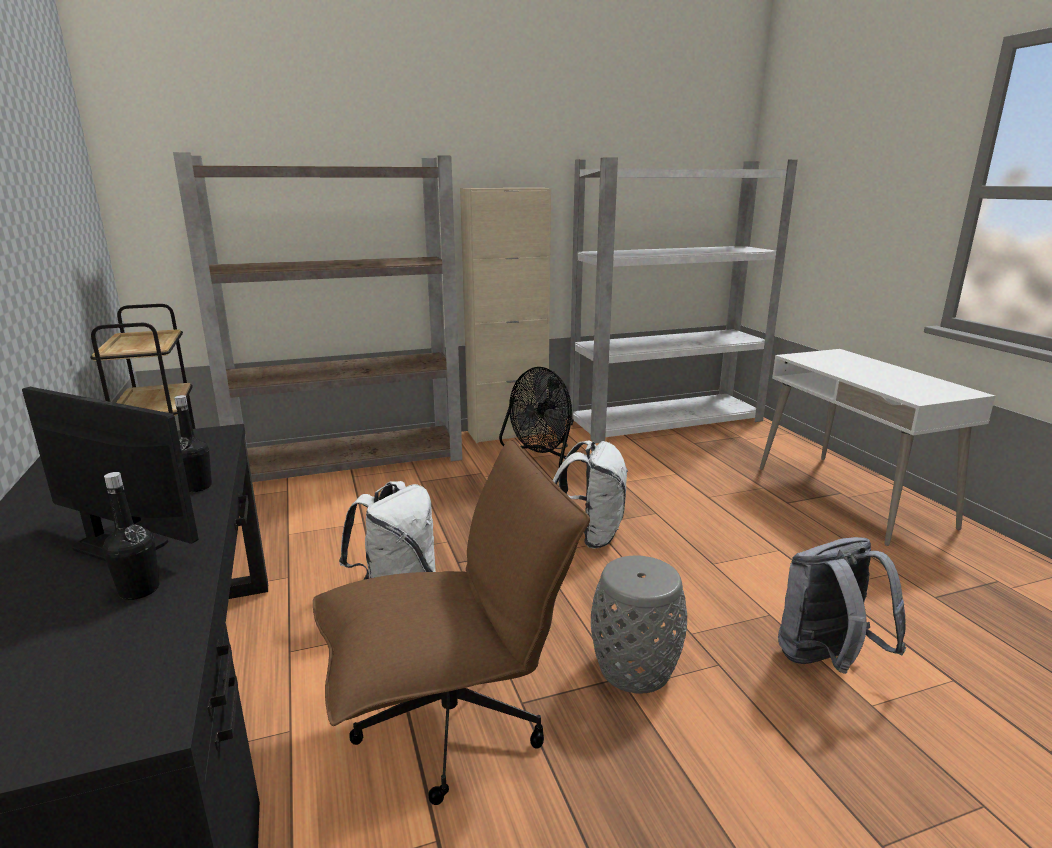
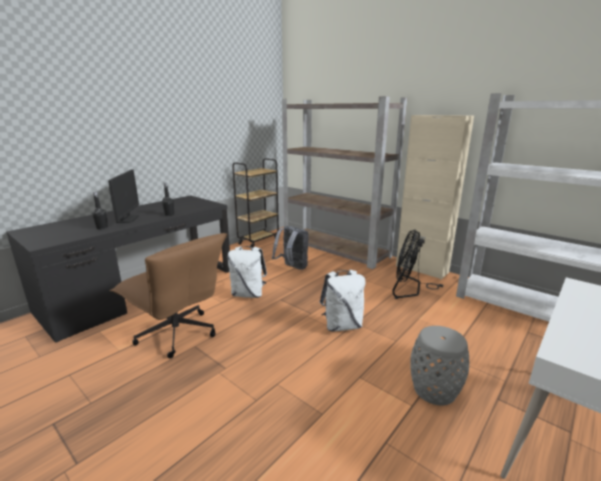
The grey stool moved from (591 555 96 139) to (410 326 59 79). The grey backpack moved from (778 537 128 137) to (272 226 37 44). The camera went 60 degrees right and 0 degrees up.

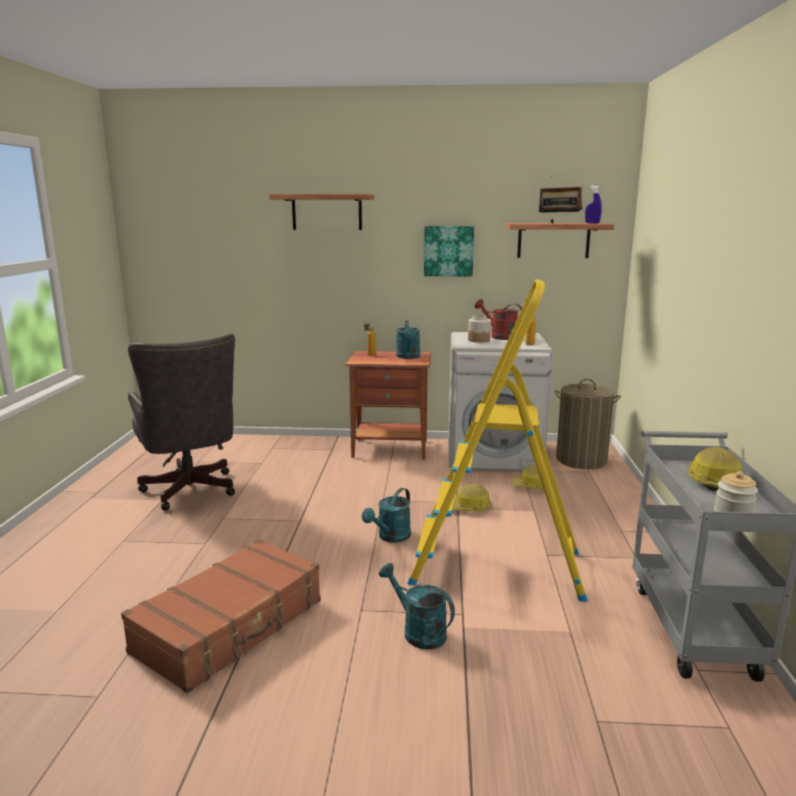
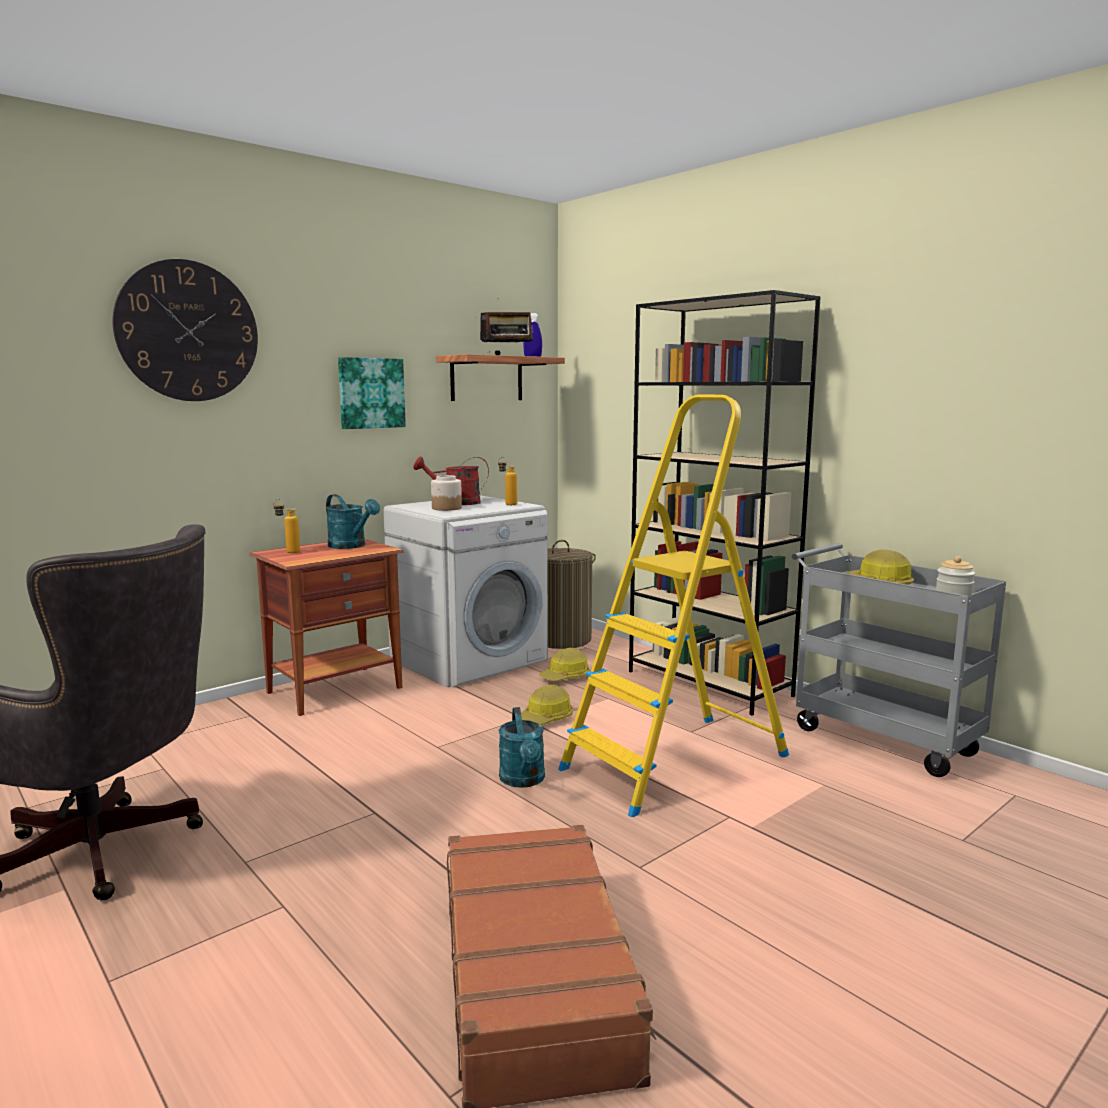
The turquoise watering can at (379 563 76 86) disappeared. The beige bookcase at (629 290 192 425) appeared. The shelf at (269 194 105 36) was replaced by the wall clock at (113 259 145 142). The camera went 45 degrees left and 5 degrees down.

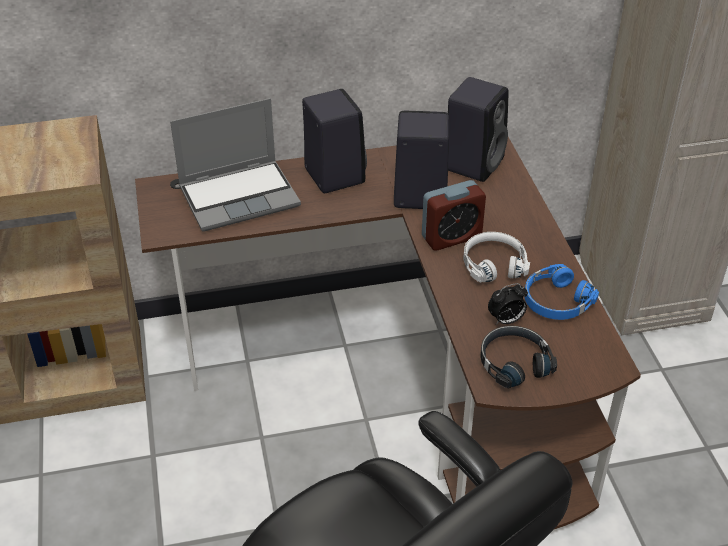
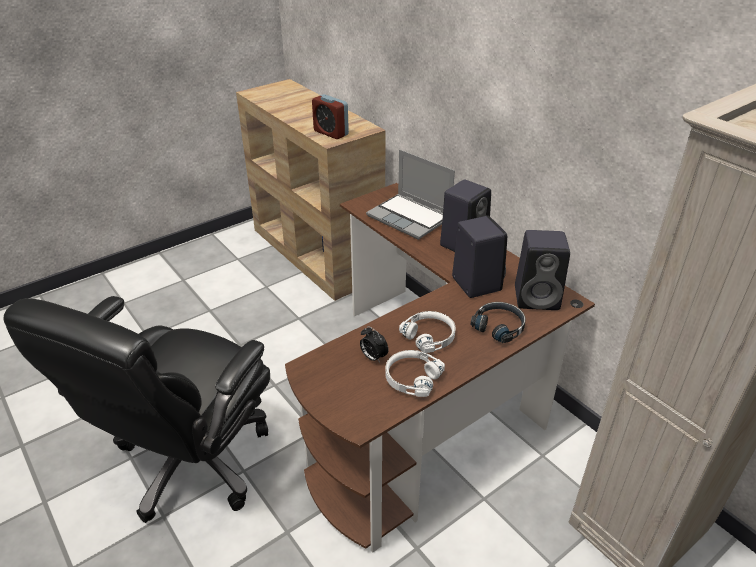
The alarm clock moved from (422 180 64 71) to (312 94 37 45). The black headphones moved from (480 326 77 63) to (470 302 56 41). The blue headphones at (525 264 74 56) became the white headphones at (385 350 60 47). The camera went 65 degrees right and 5 degrees down.

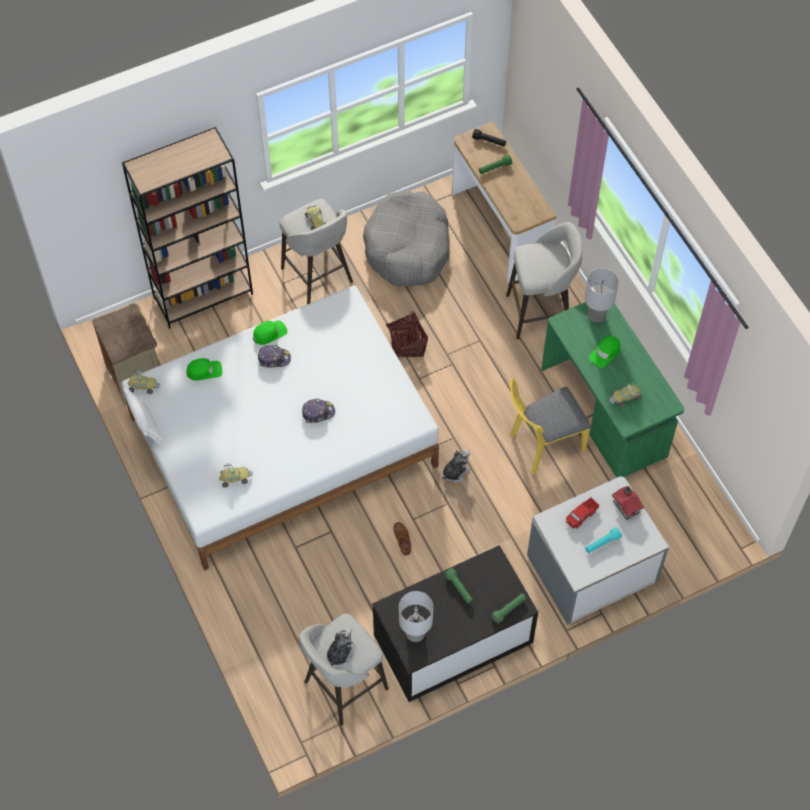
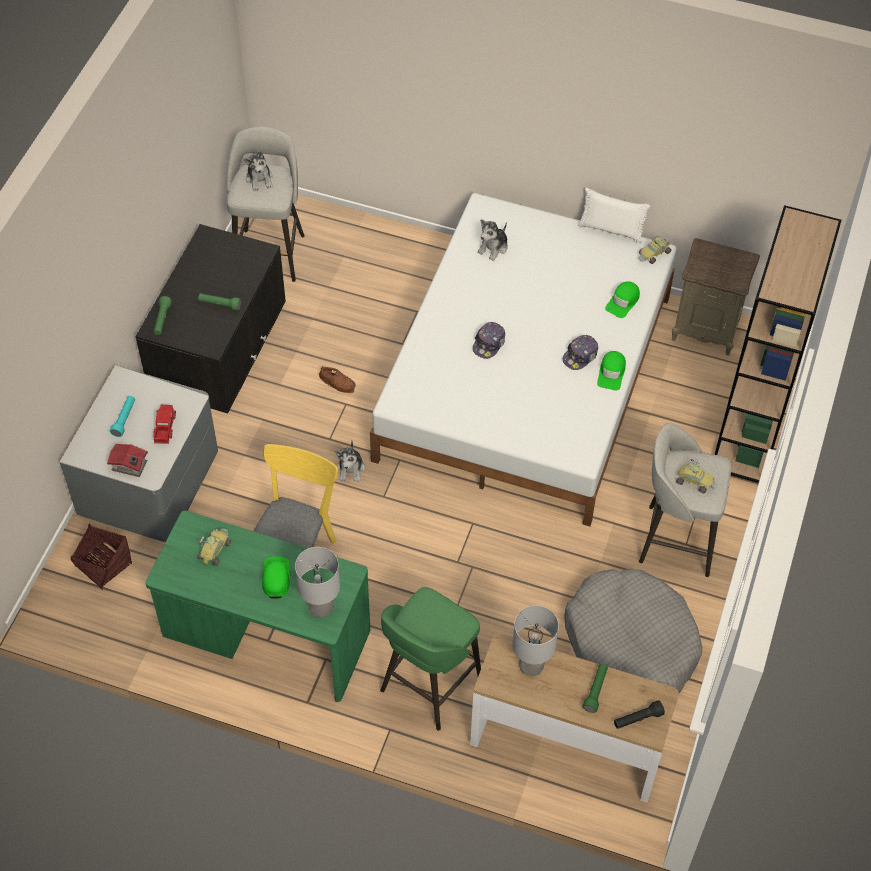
The basket moved from (386 311 42 46) to (70 524 62 66). The grey table lamp moved from (399 591 34 51) to (512 605 47 71). The toy car at (219 463 34 25) was replaced by the plush toy at (477 219 31 42). The grey stool at (506 222 76 117) became the green stool at (380 587 101 143). The camera went 135 degrees right and 5 degrees down.

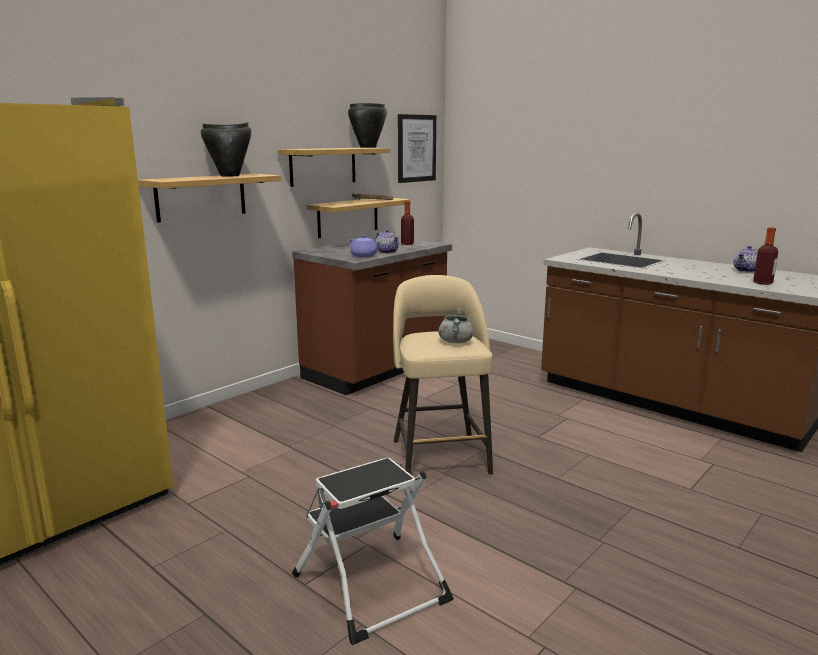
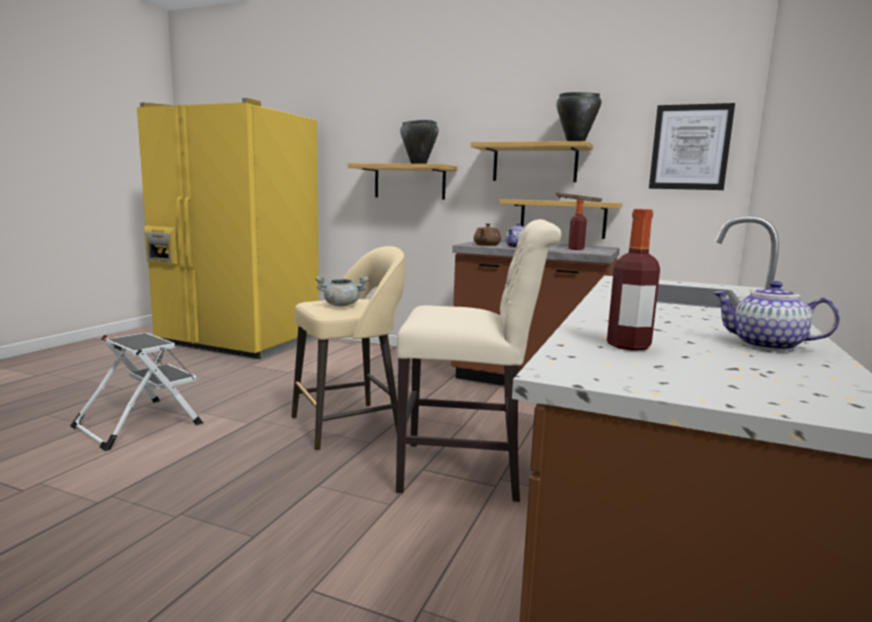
The beige stool at (396 219 165 283) appeared. The purple teapot at (349 235 32 22) became the brown teapot at (473 223 28 23). The camera went 70 degrees right and 5 degrees down.

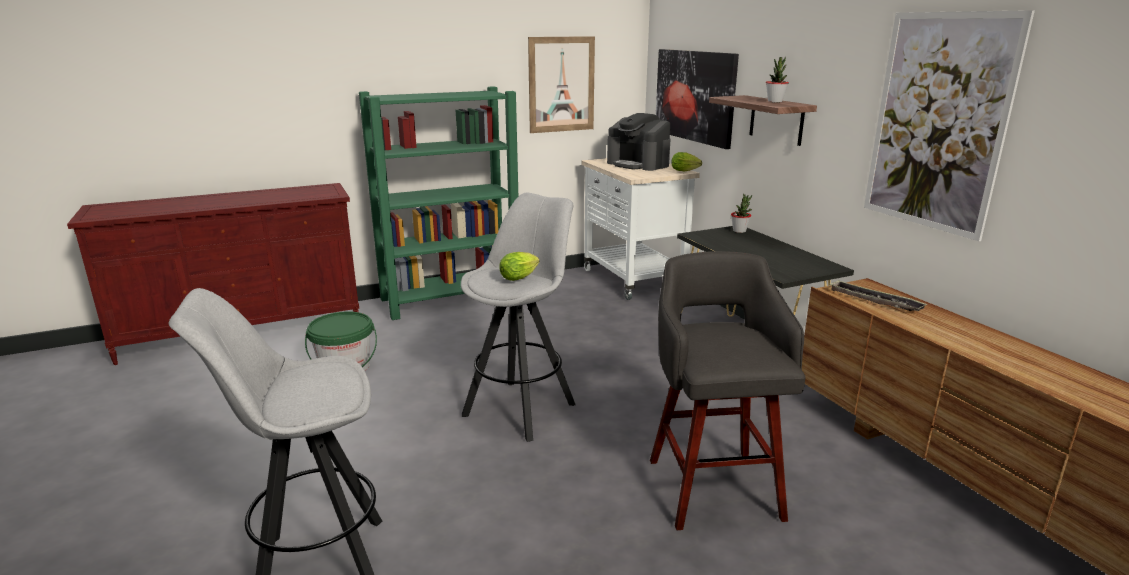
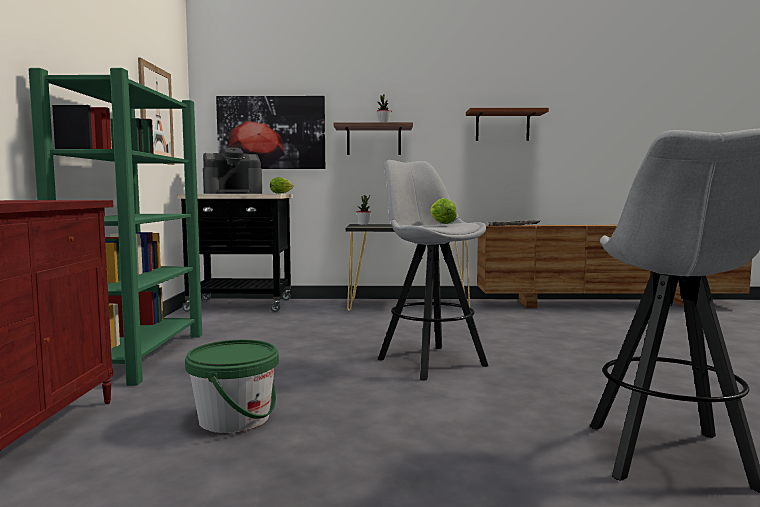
The grey stool at (650 251 156 279) disappeared. The picture at (864 10 171 231) was replaced by the brown shelf at (466 108 83 33). The white cart at (581 158 119 142) became the black cart at (177 194 116 118). The camera went 65 degrees left and 15 degrees down.

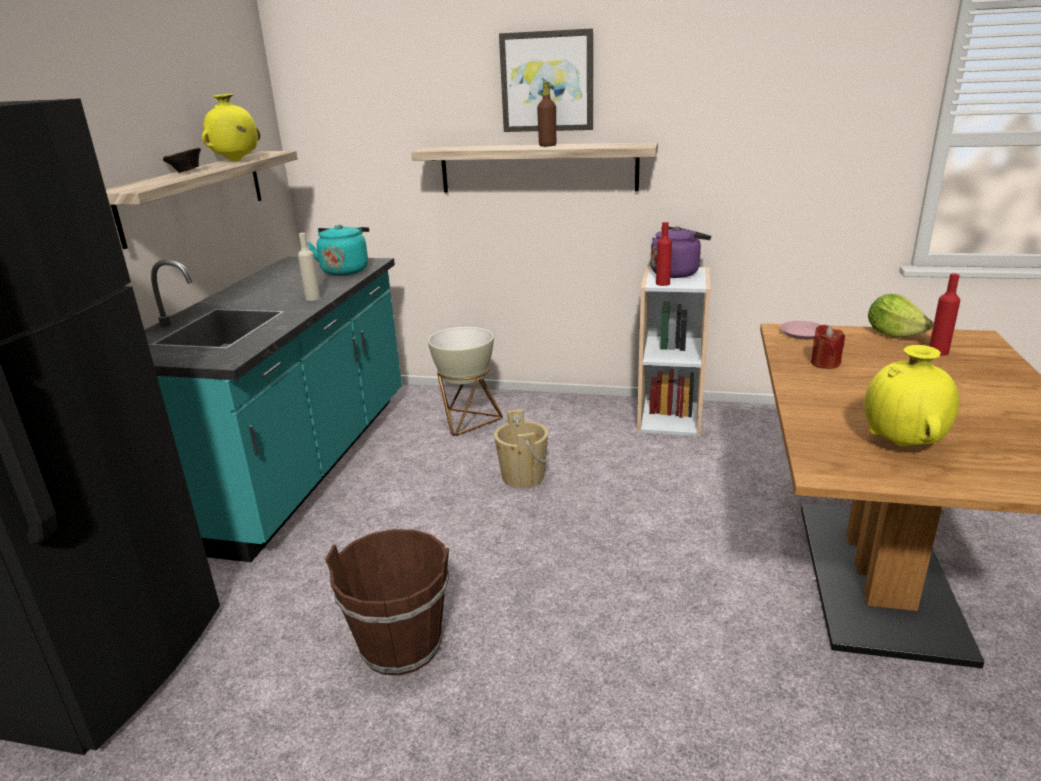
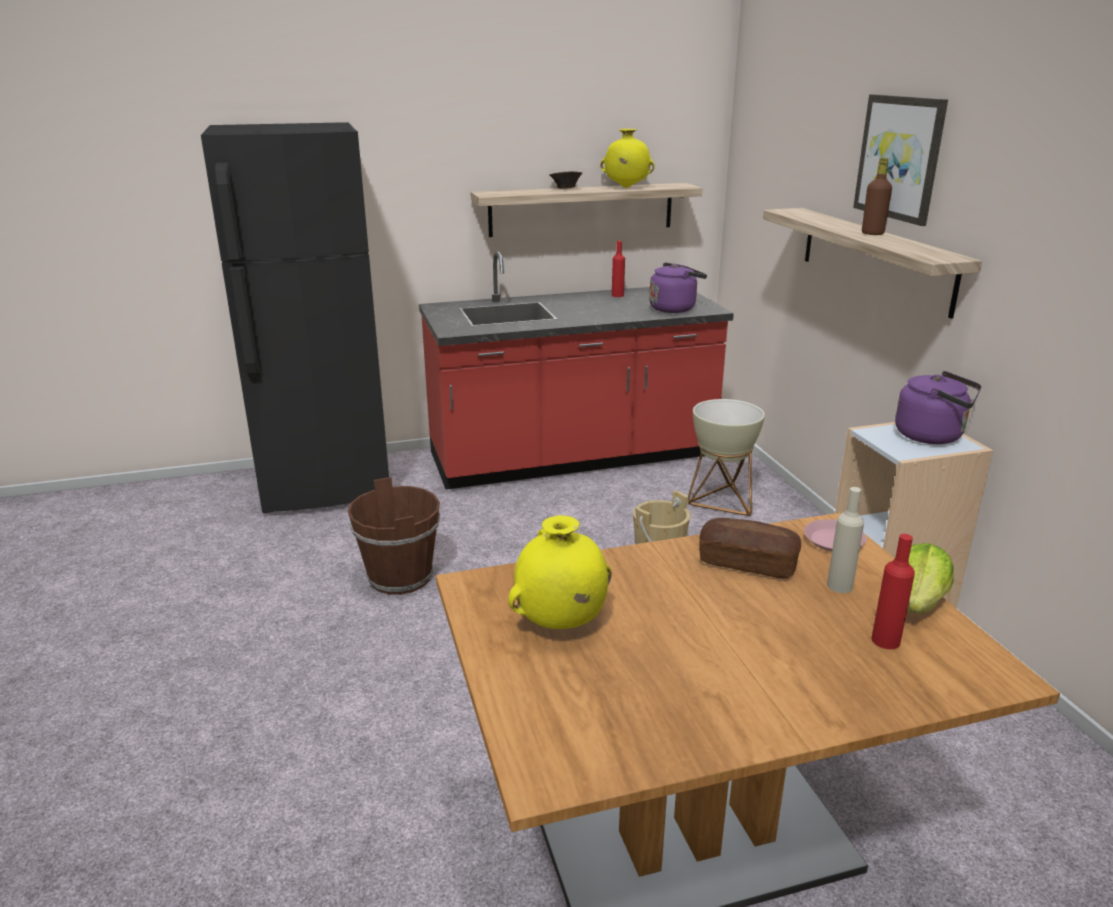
The beige bottle moved from (298 233 23 68) to (827 487 37 106). The red bottle moved from (656 222 16 64) to (612 241 13 56). The red candle at (811 325 34 44) was replaced by the bread at (699 518 102 60). The turquoise counter at (144 257 258 305) became the red counter at (419 251 315 238). The turquoise kettle at (307 224 62 51) became the purple kettle at (649 262 58 51). The camera went 60 degrees right and 0 degrees up.

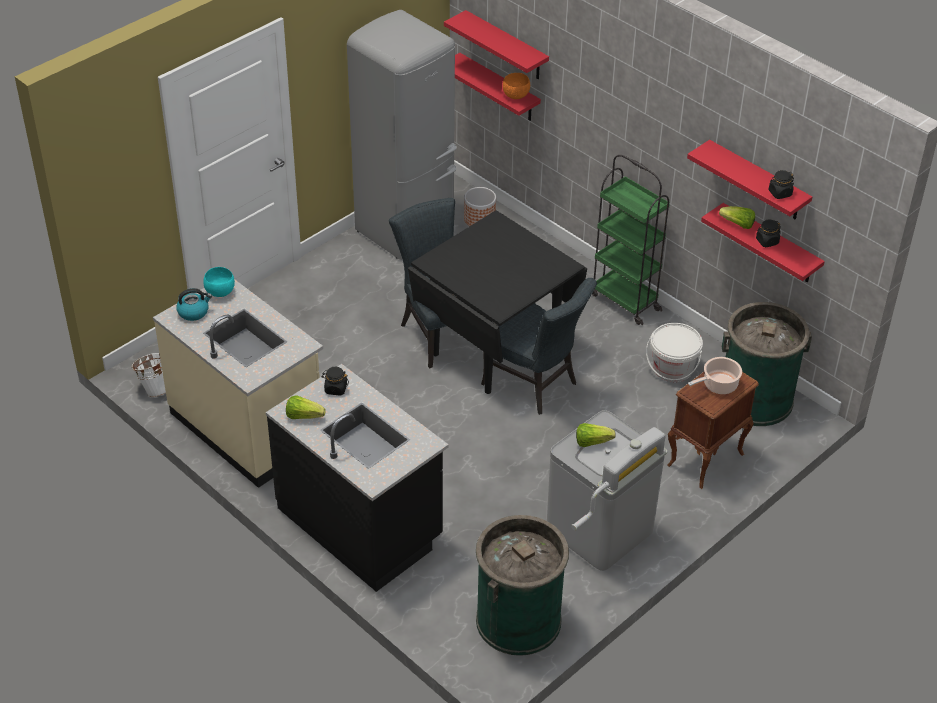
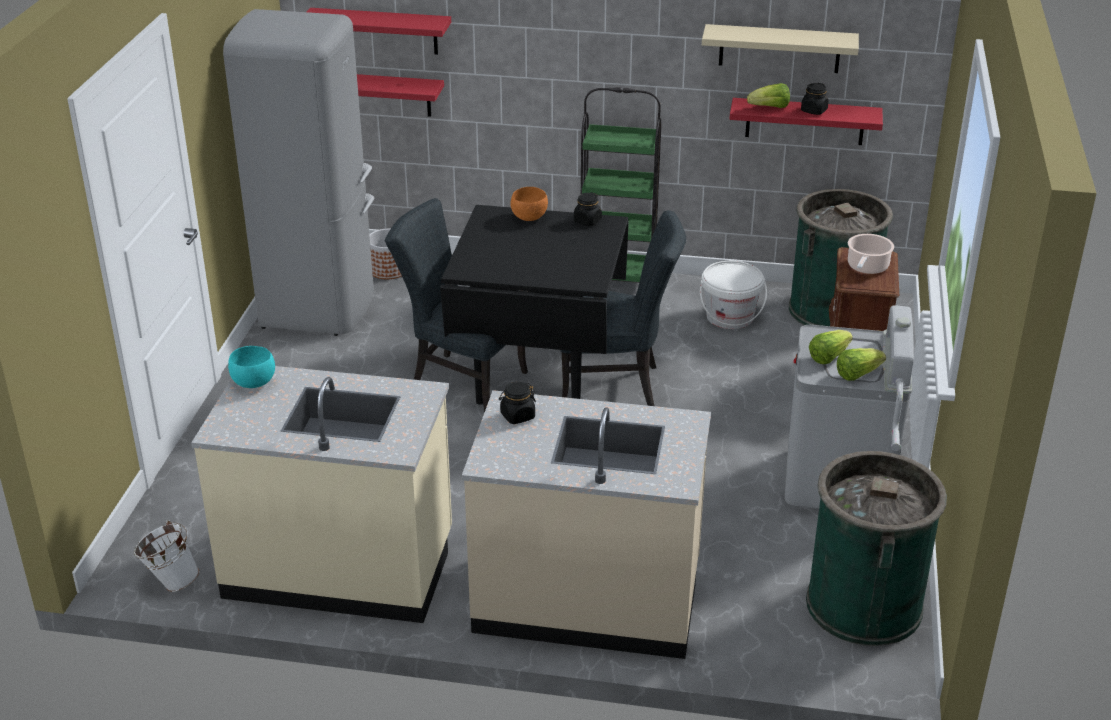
The kettle at (176 288 36 33) disappeared. The lettuce moved from (286 395 40 24) to (837 348 49 33). The orange bowl moved from (503 73 27 26) to (510 187 38 34). The black jar moved from (768 170 26 29) to (574 192 28 34). The black counter at (266 364 183 228) became the beige counter at (462 390 249 269). The red shelf at (687 140 125 79) became the beige shelf at (702 24 157 49). The camera went 35 degrees left and 10 degrees down.

